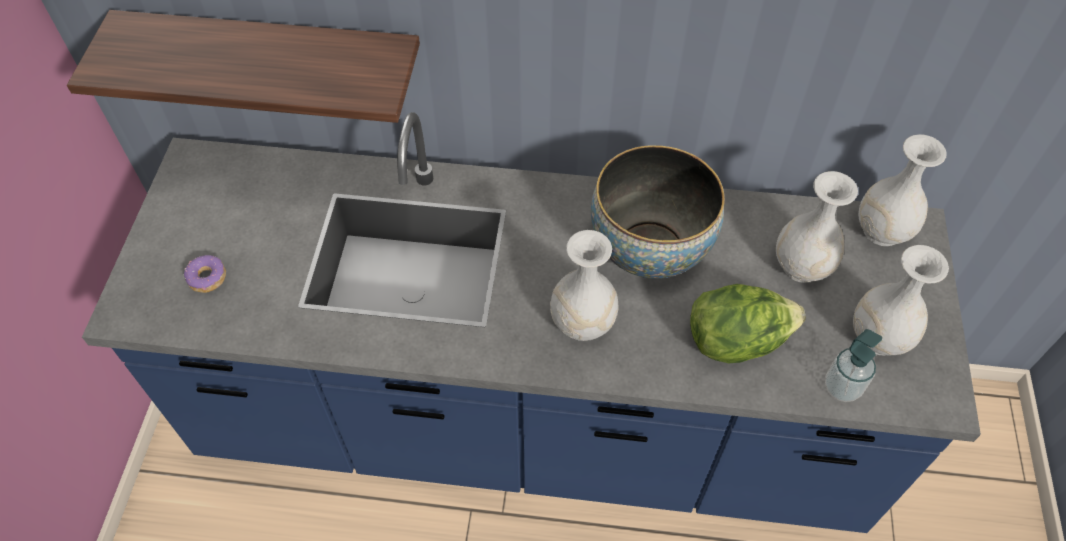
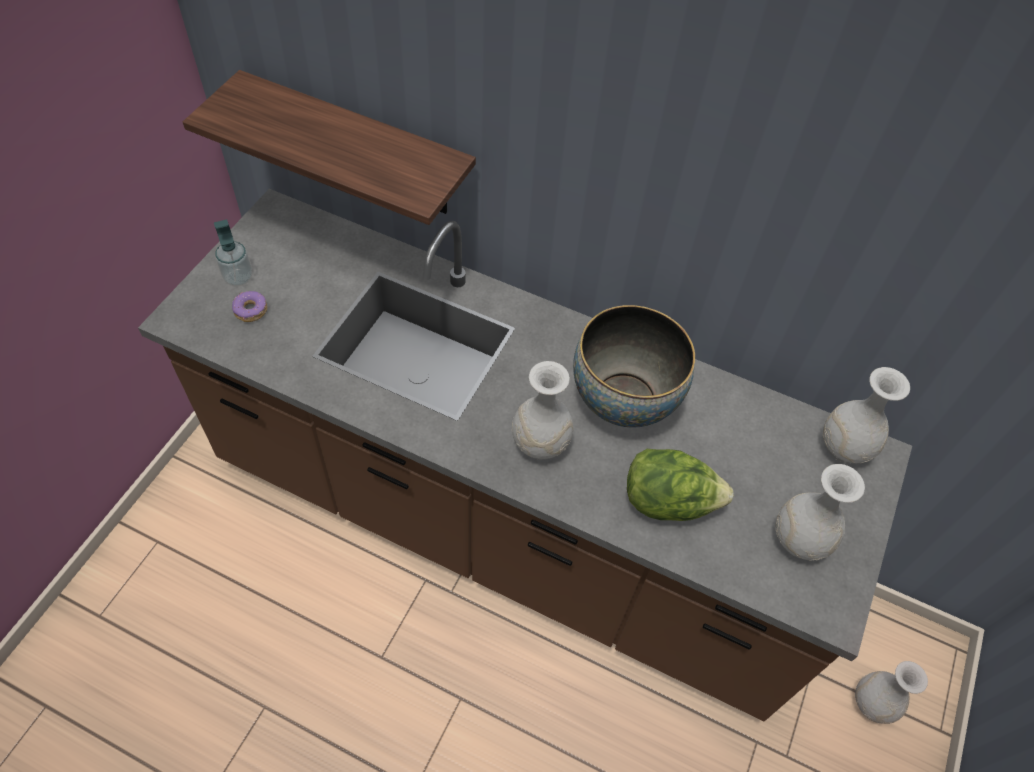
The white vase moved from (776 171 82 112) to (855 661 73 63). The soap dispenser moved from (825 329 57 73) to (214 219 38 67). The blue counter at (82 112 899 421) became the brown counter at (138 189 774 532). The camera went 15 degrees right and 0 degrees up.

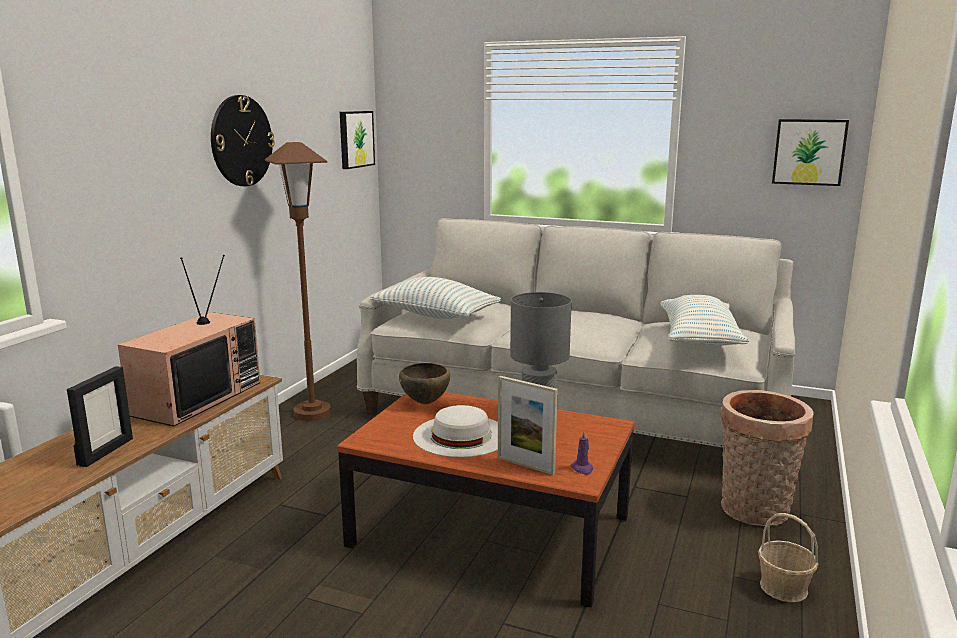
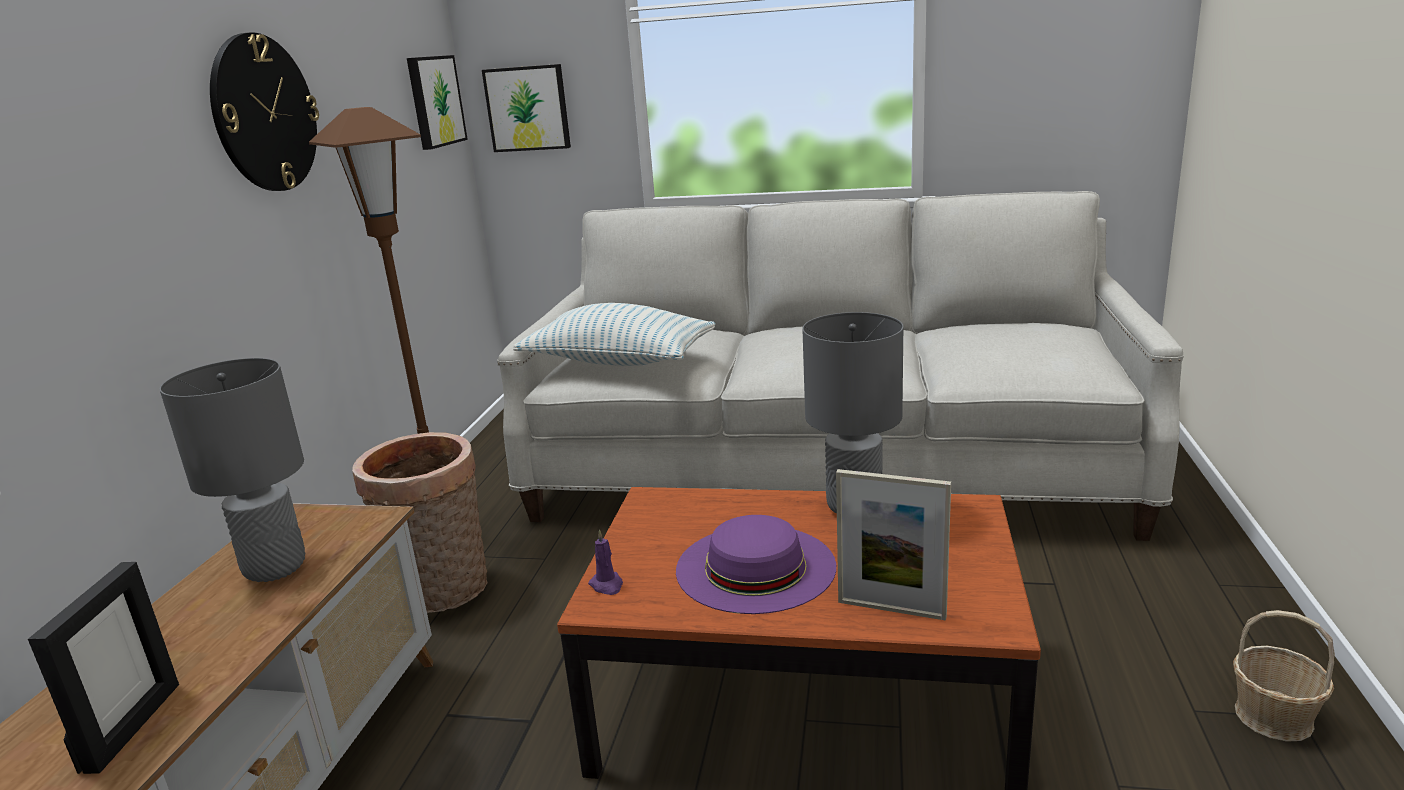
The brown bowl at (399 363 51 41) disappeared. The pillow at (660 295 89 51) disappeared. The purple candle moved from (570 431 23 44) to (588 529 35 66). The basket moved from (721 390 93 136) to (352 432 136 181). The picture moved from (772 119 77 67) to (482 64 89 88). The television at (118 255 142 172) was replaced by the grey table lamp at (159 358 146 224). The white hat at (413 405 85 52) became the purple hat at (676 515 160 99). The camera went 10 degrees left and 5 degrees up.

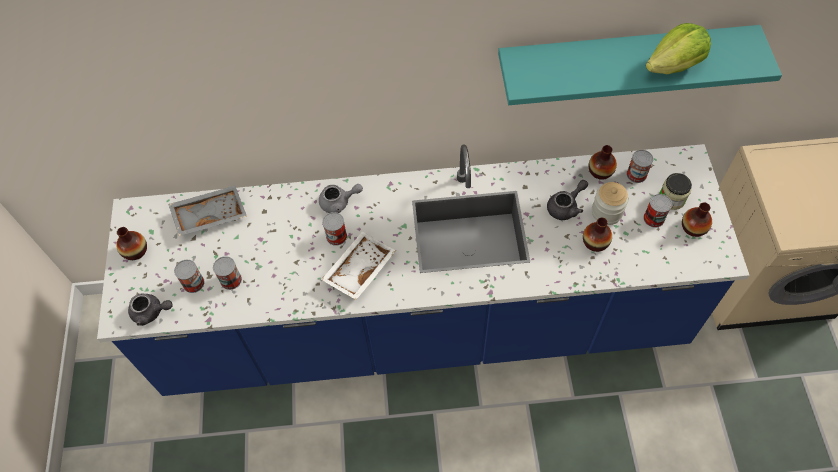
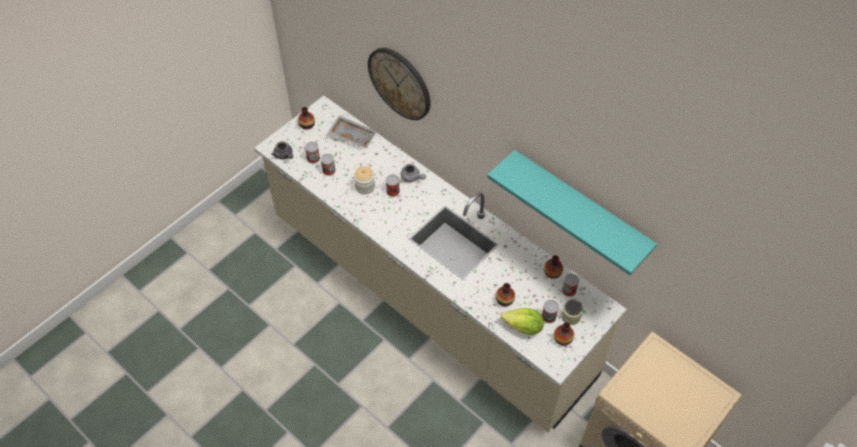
The white tray at (321 231 75 69) disappeared. The grey teapot at (547 180 41 40) disappeared. The wall clock at (368 48 62 72) appeared. The jar moved from (592 182 37 43) to (354 166 21 28). The lettuce moved from (646 23 65 51) to (501 308 43 27). The blue counter at (97 144 653 252) became the beige counter at (254 96 373 336). The camera went 45 degrees right and 5 degrees down.

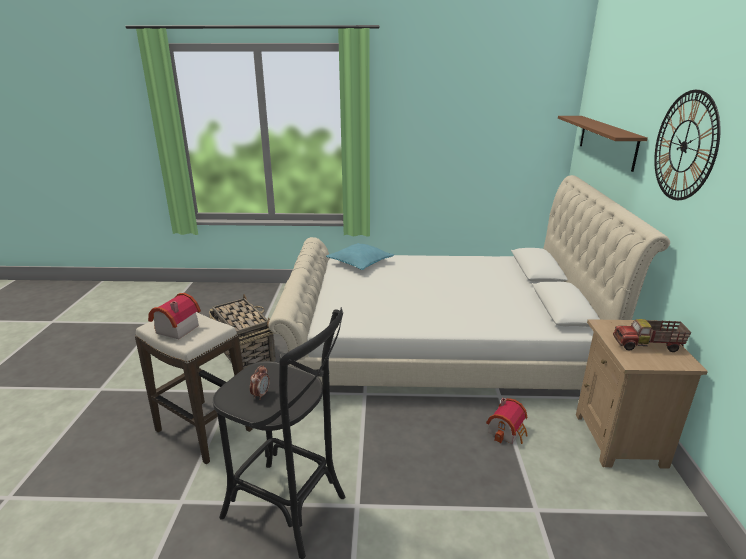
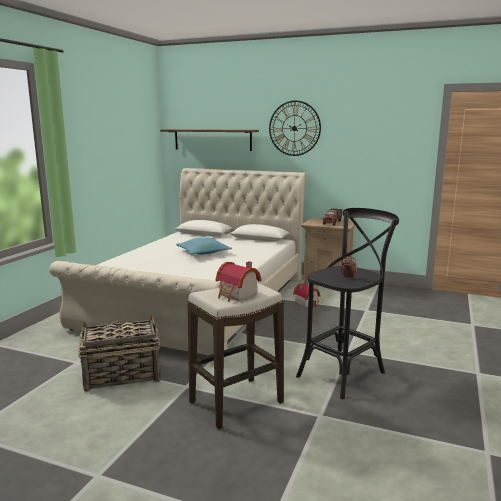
The turquoise pillow moved from (326 243 68 27) to (176 237 56 18). The camera went 70 degrees left and 10 degrees down.

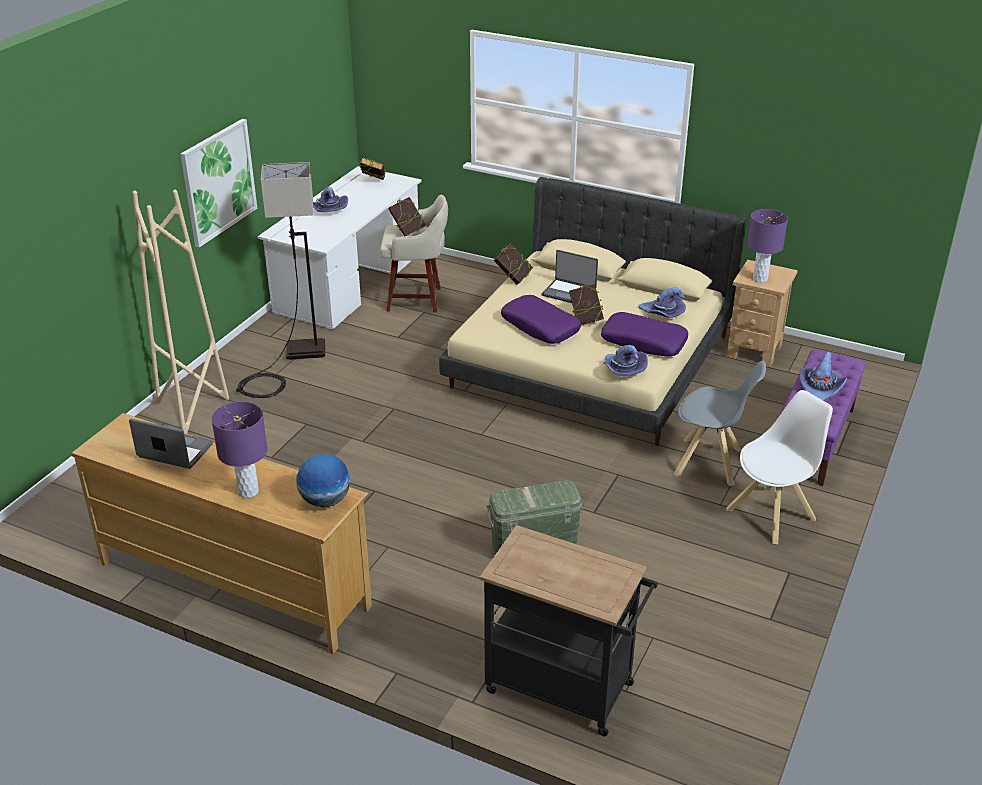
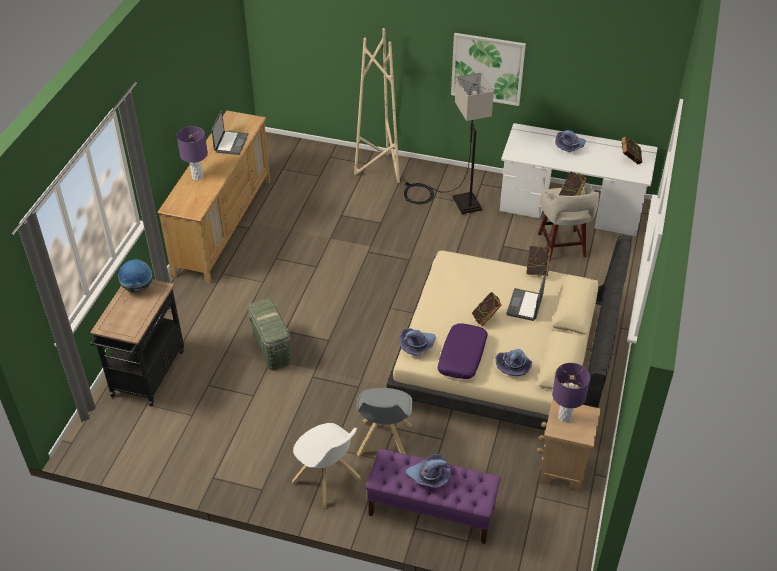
The purple pillow at (501 295 80 49) disappeared. The globe moved from (296 454 54 53) to (118 259 34 34). The camera went 80 degrees right and 10 degrees up.

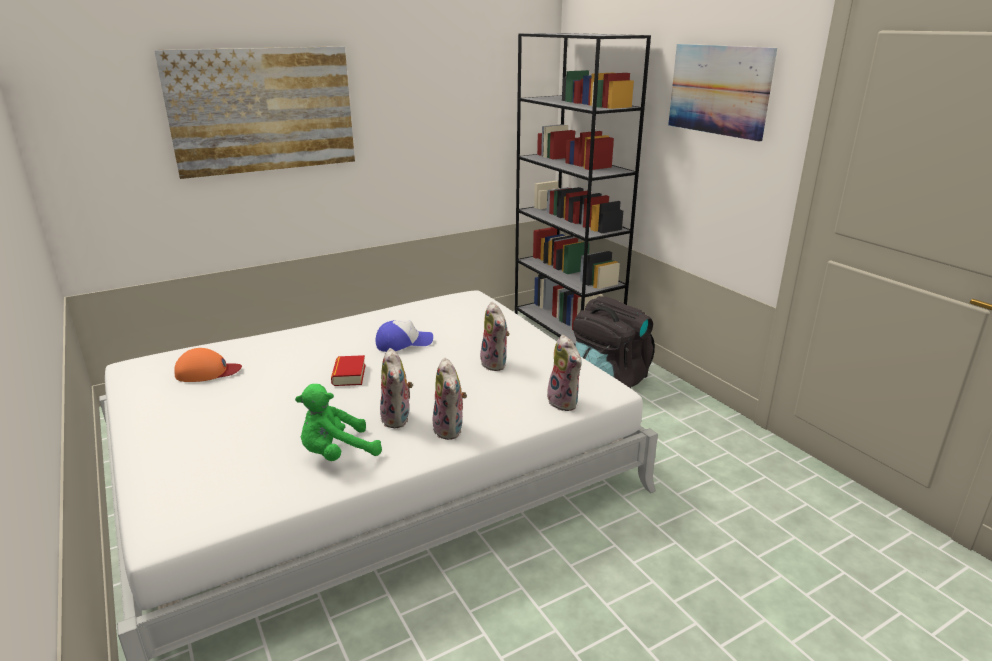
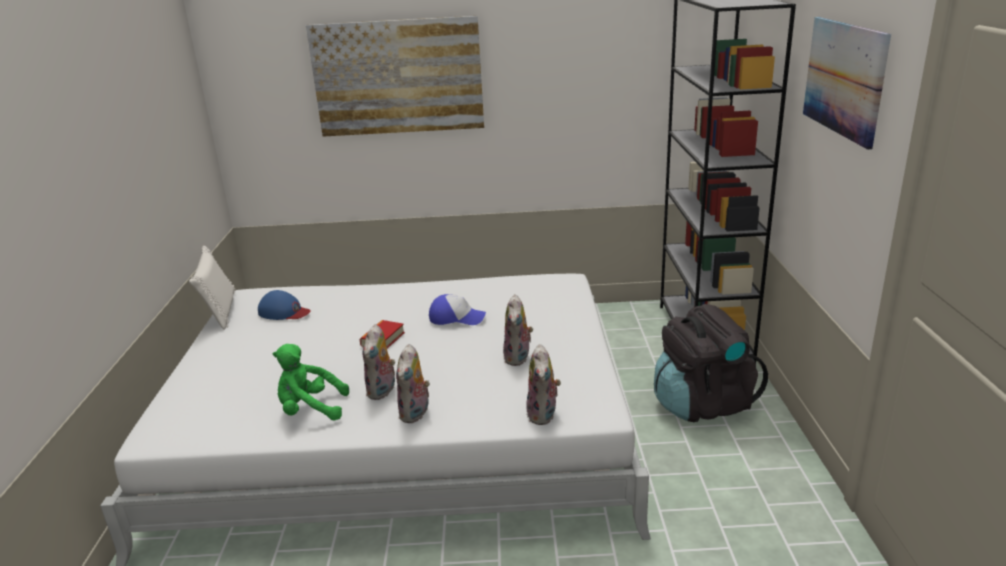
The white pillow at (189 246 47 84) appeared. The orange cap at (174 348 68 34) became the blue cap at (258 290 53 30). The camera went 30 degrees right and 0 degrees up.

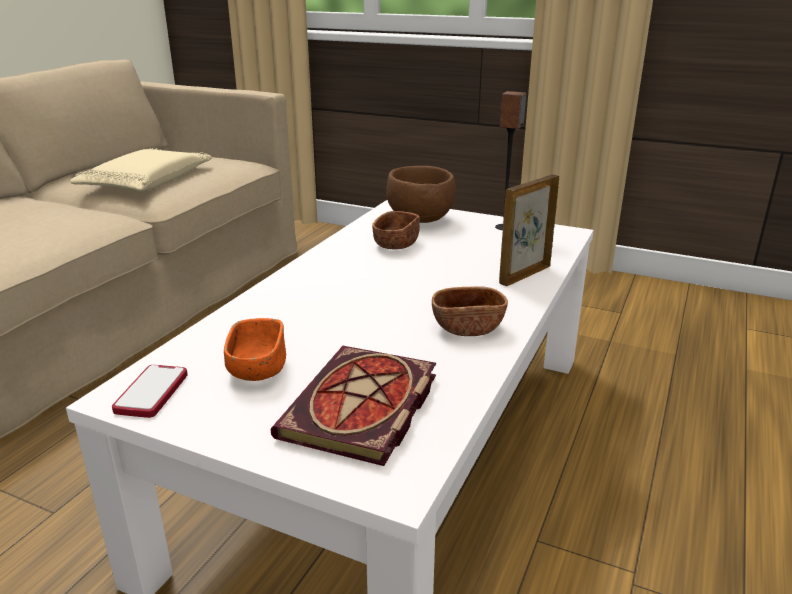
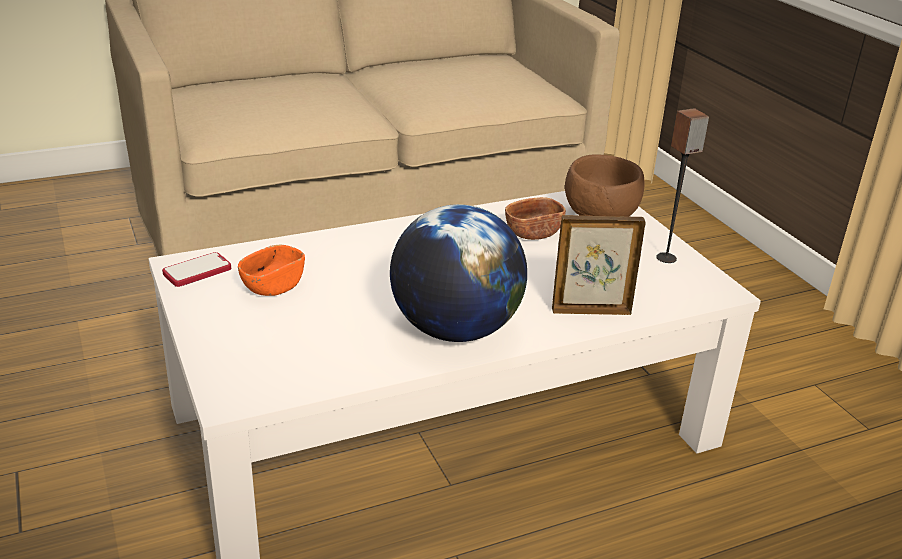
The beige pillow at (70 148 142 43) disappeared. The book at (271 346 165 120) disappeared. The brown bowl at (432 286 76 50) was replaced by the globe at (390 204 137 138). The camera went 40 degrees right and 5 degrees up.

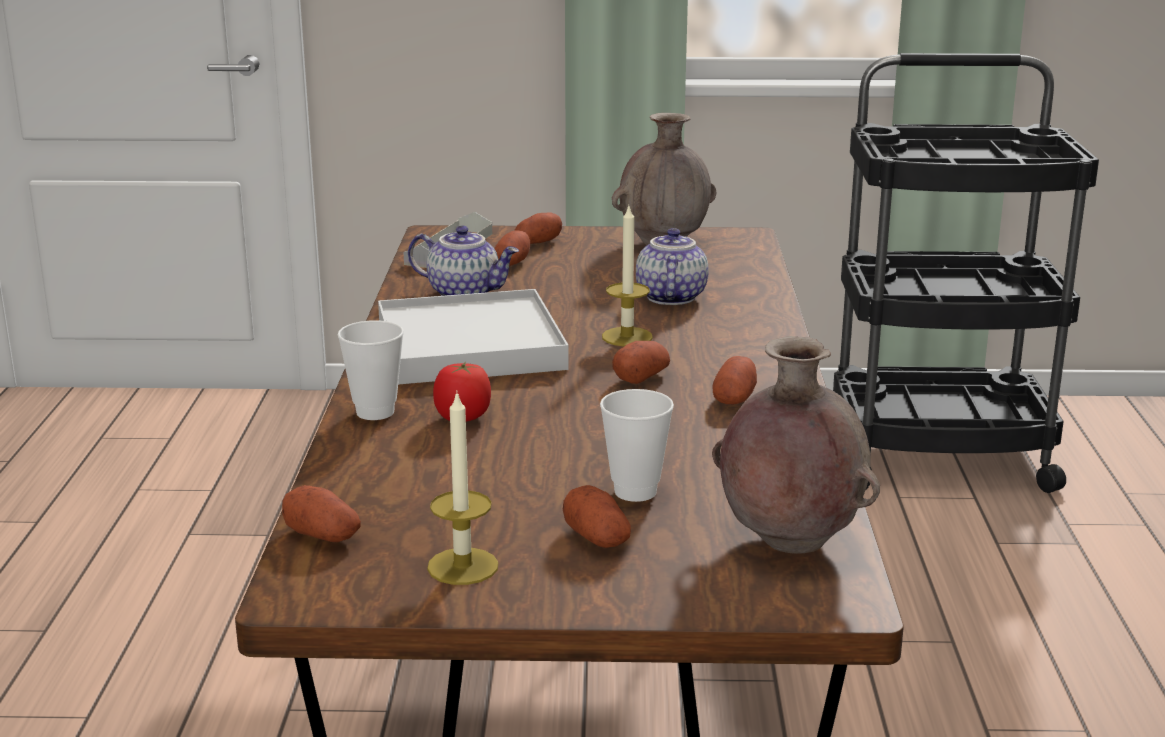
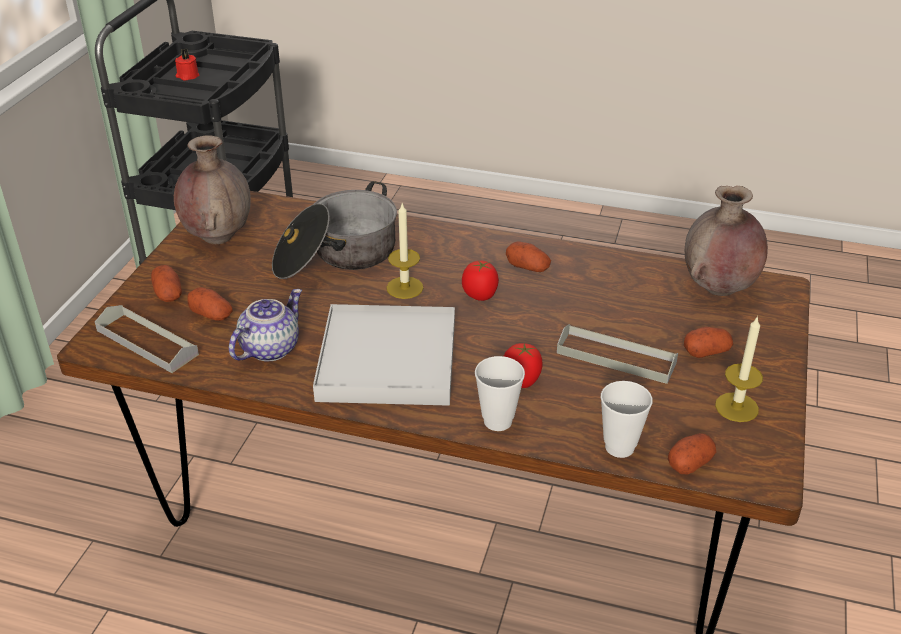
The red candle at (175 49 24 32) appeared. The grey tray at (557 324 121 60) appeared. The cup moved from (600 389 74 113) to (601 381 52 77). The potato at (612 341 58 43) was replaced by the tomato at (462 261 37 40). The teapot at (636 228 73 77) was replaced by the cooking pot at (272 181 125 98). The camera went 75 degrees left and 15 degrees up.

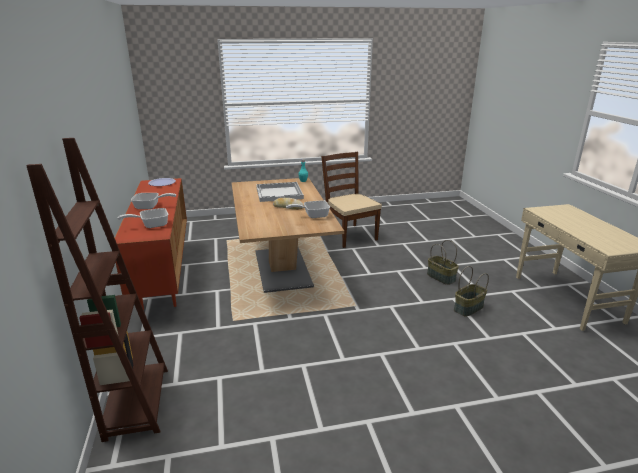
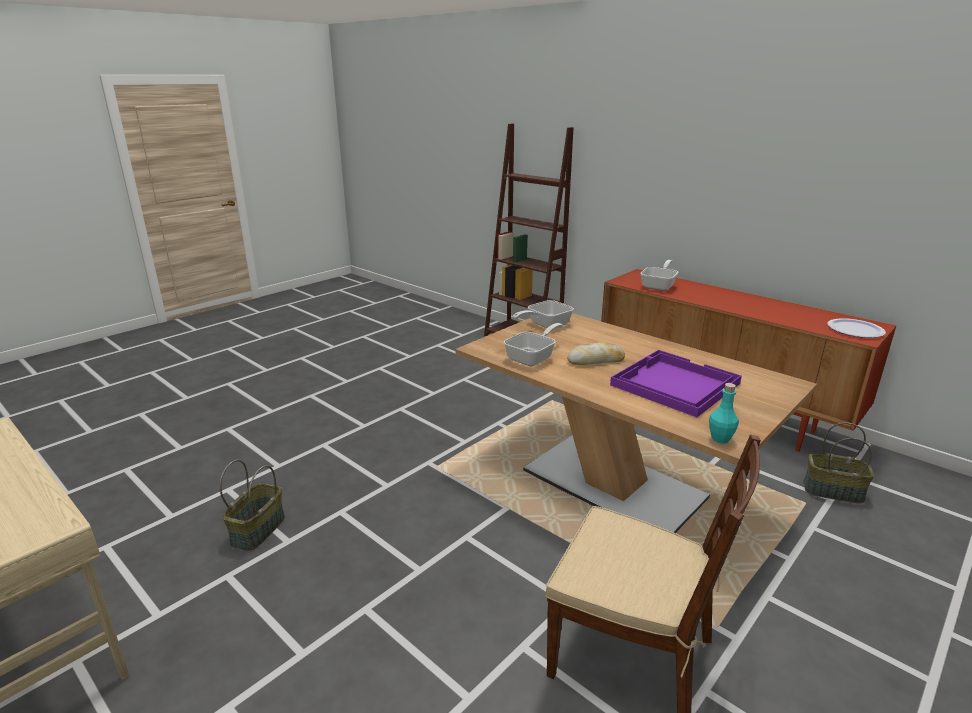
The frying pan moved from (131 193 45 16) to (513 300 61 28). The basket moved from (427 240 32 45) to (804 422 70 81). The white tray at (256 182 48 20) became the purple tray at (610 350 132 67). The camera went 145 degrees right and 0 degrees up.

